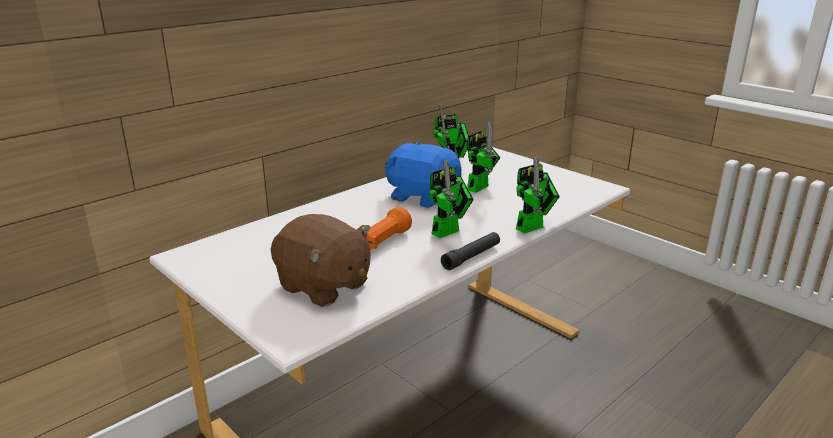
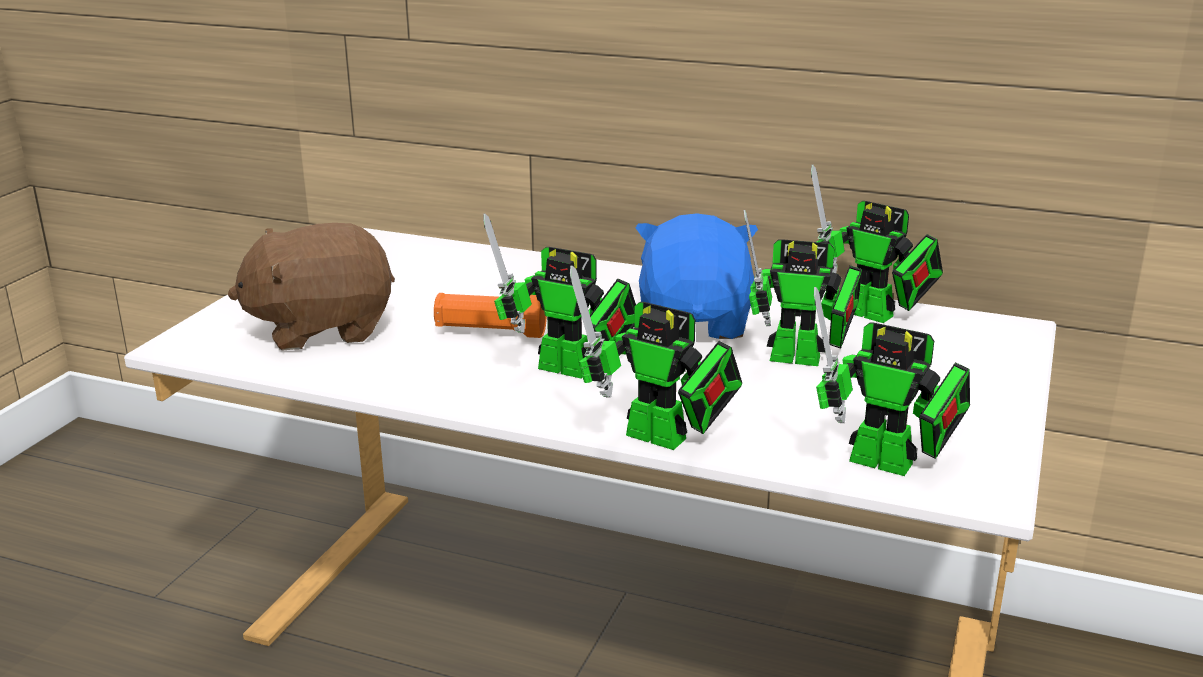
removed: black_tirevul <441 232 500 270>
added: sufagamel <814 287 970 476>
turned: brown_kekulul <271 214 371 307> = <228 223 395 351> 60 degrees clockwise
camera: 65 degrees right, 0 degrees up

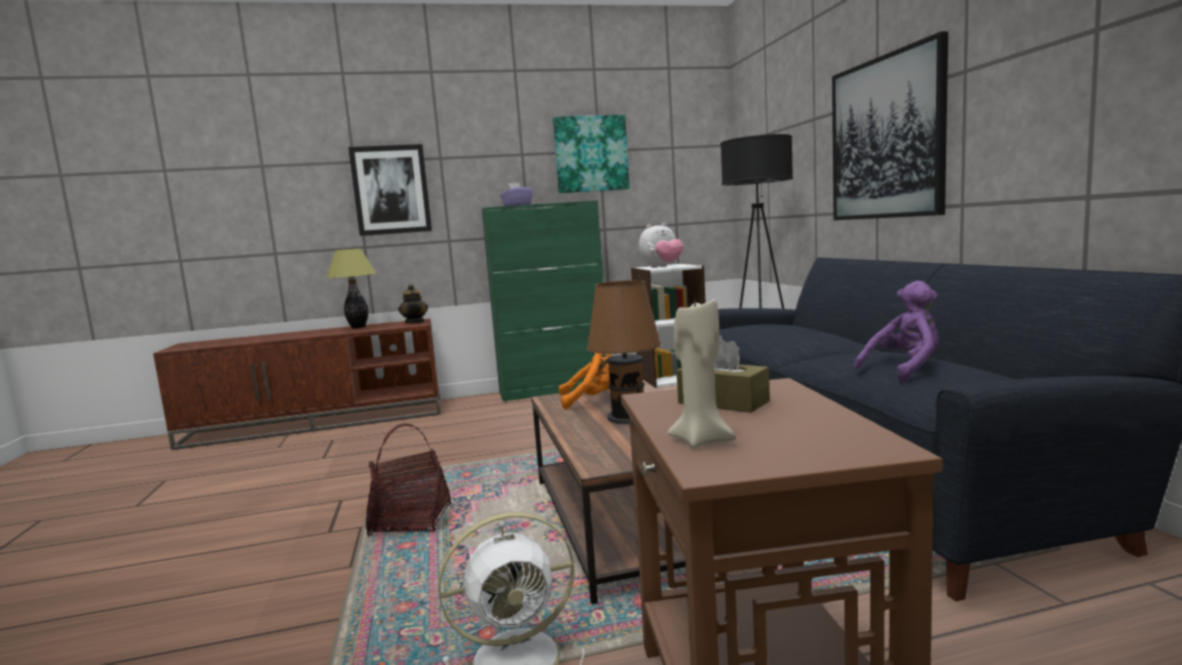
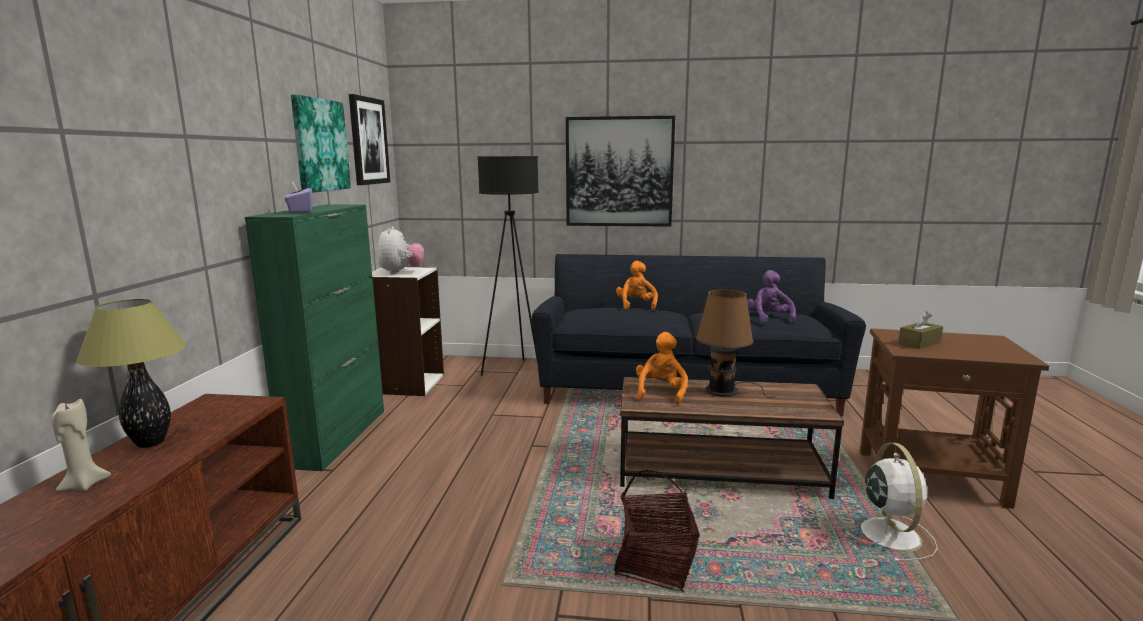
removed: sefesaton <398 284 428 323>
added: orange_kekulul <616 261 658 310>
moved: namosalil <348 144 432 236> to <349 94 390 185>; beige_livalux <667 296 736 448> to <51 399 111 491>
camera: 70 degrees left, 5 degrees up

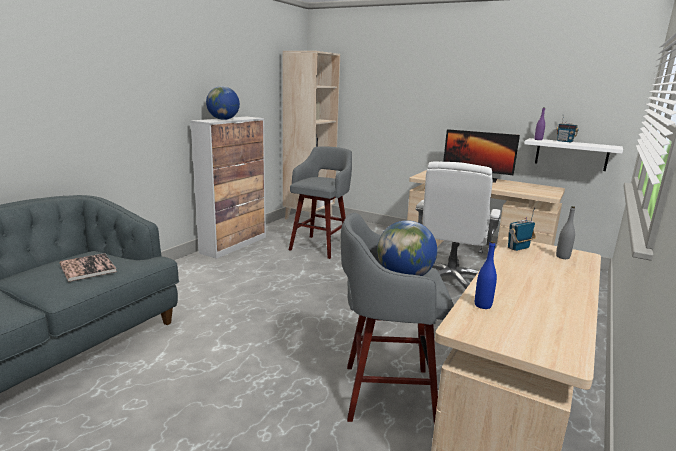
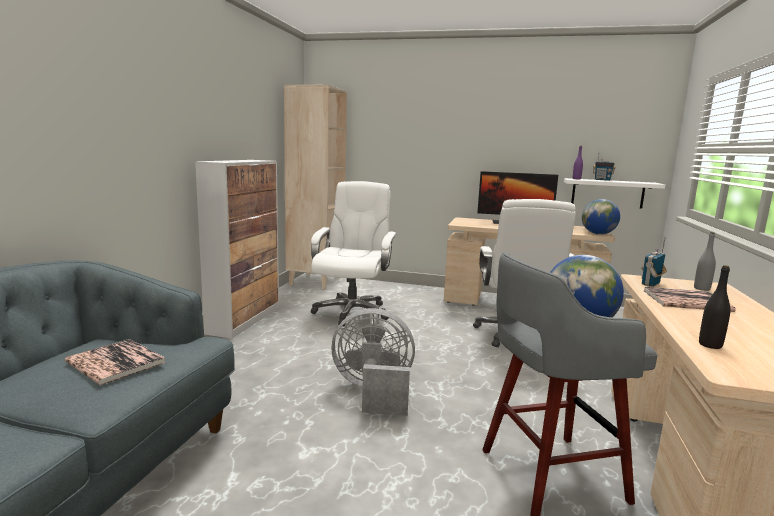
added: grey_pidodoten <331 308 415 416>; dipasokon <644 287 736 312>
moved: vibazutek <206 86 240 120> to <582 199 620 235>
replaced: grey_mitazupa <289 146 352 259> to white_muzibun <311 181 396 326>
recoloured: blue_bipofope <475 241 497 309> to black_bipofope <699 265 730 349>
camera: 15 degrees left, 5 degrees down

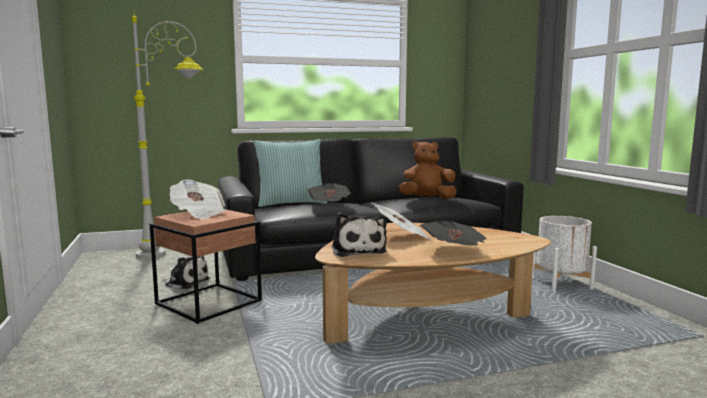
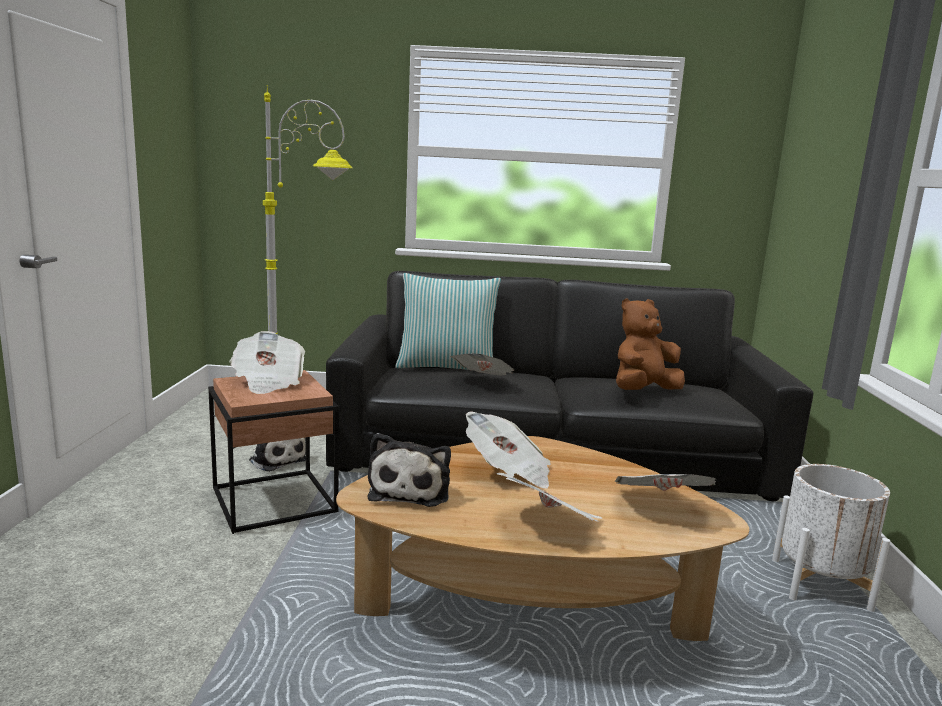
added: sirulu <615 474 716 491>
turned: brown_kekulul <399 141 457 199> = <616 298 685 390> 45 degrees counterclockwise
camera: 20 degrees right, 5 degrees up

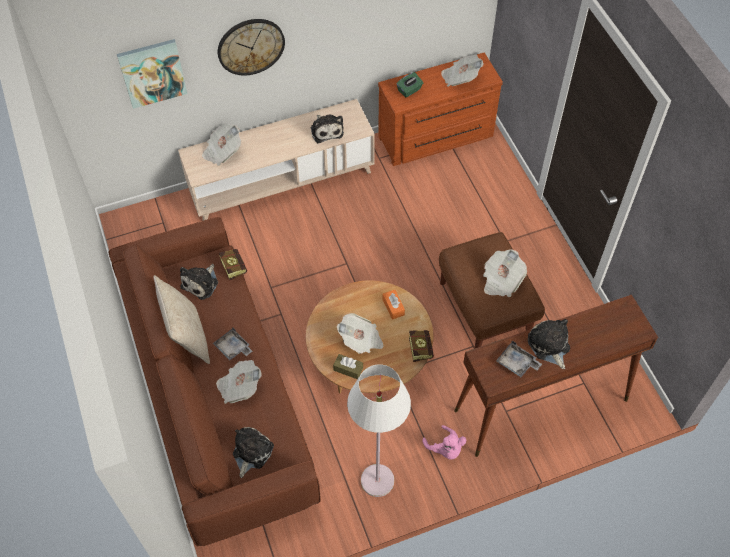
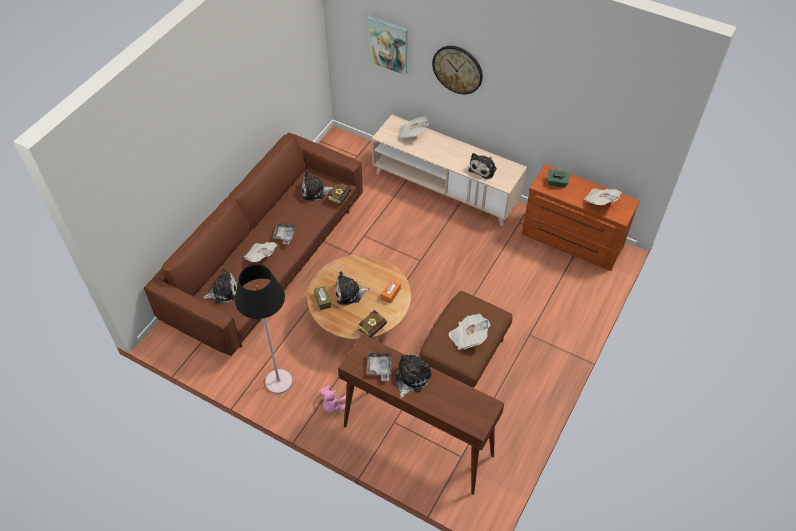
removed: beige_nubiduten <154 275 210 364>
replaced: sirulu <337 313 384 354> to kekulul <335 271 370 306>
recoloured: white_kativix <347 364 411 497> to black_kativix <235 264 292 394>
camera: 50 degrees right, 5 degrees down

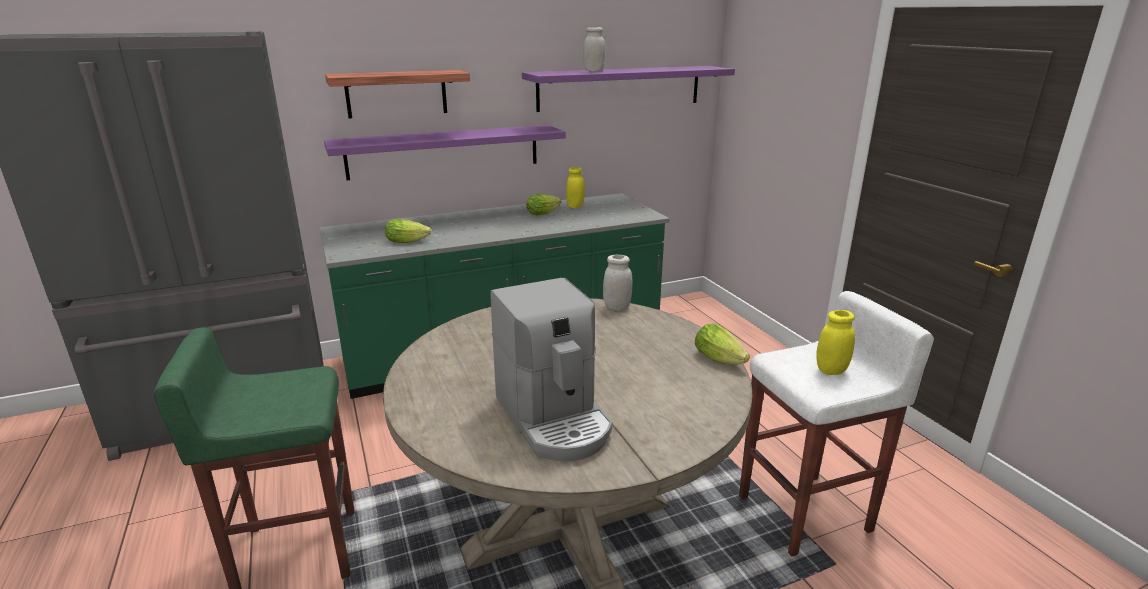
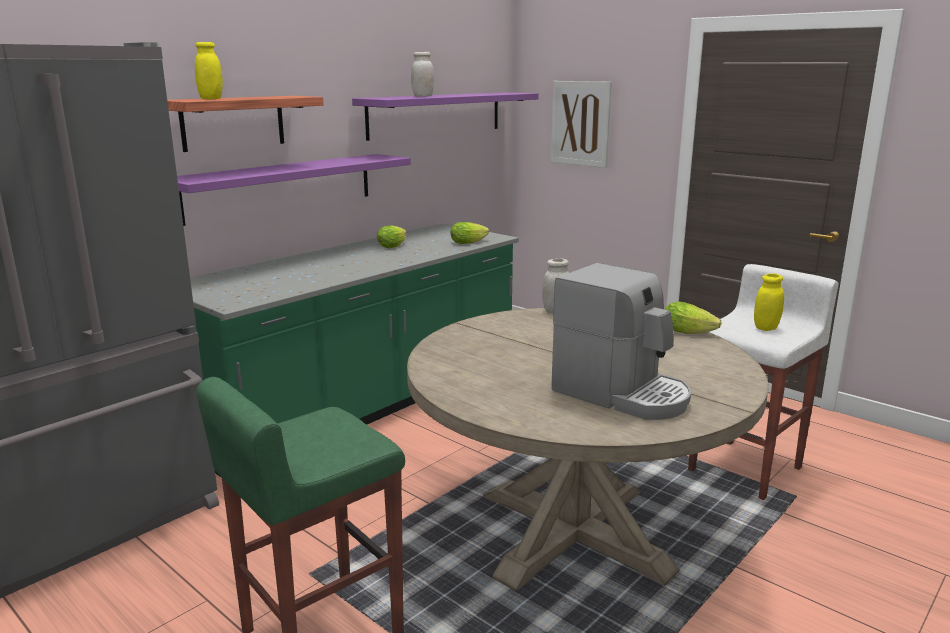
added: namosalil <551 81 612 168>
moved: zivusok <385 219 431 243> to <451 222 489 244>; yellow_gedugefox <566 167 585 208> to <195 42 223 100>
camera: 25 degrees left, 5 degrees down

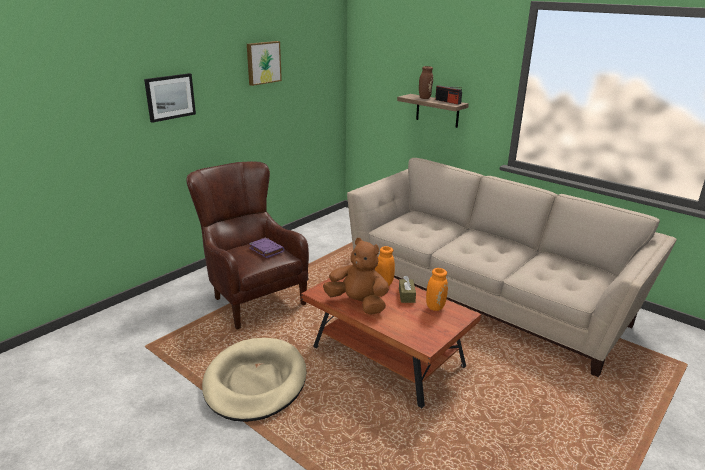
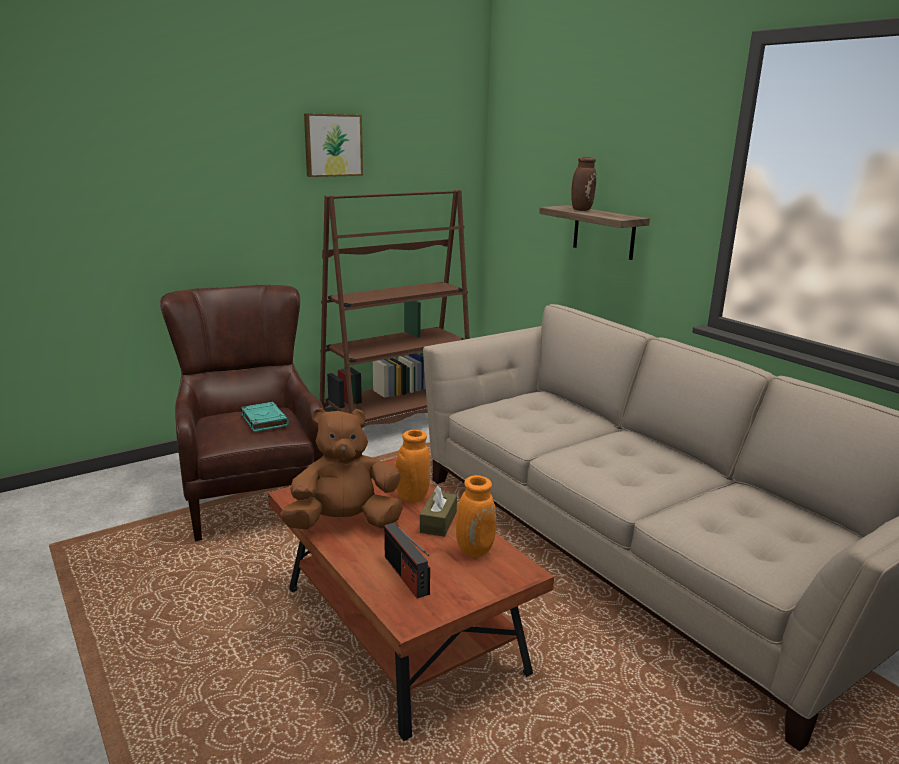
removed: namosalil <144 73 196 123>; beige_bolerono <202 338 306 422>
added: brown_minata <320 190 470 428>
moved: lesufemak <435 85 462 104> to <384 523 430 598>
recoloured: purple_dipasokon <249 237 284 258> to turquoise_dipasokon <241 402 289 432>
turned: brown_kekulul <323 238 389 315> = <281 408 403 530> 60 degrees counterclockwise
camera: 15 degrees right, 5 degrees down

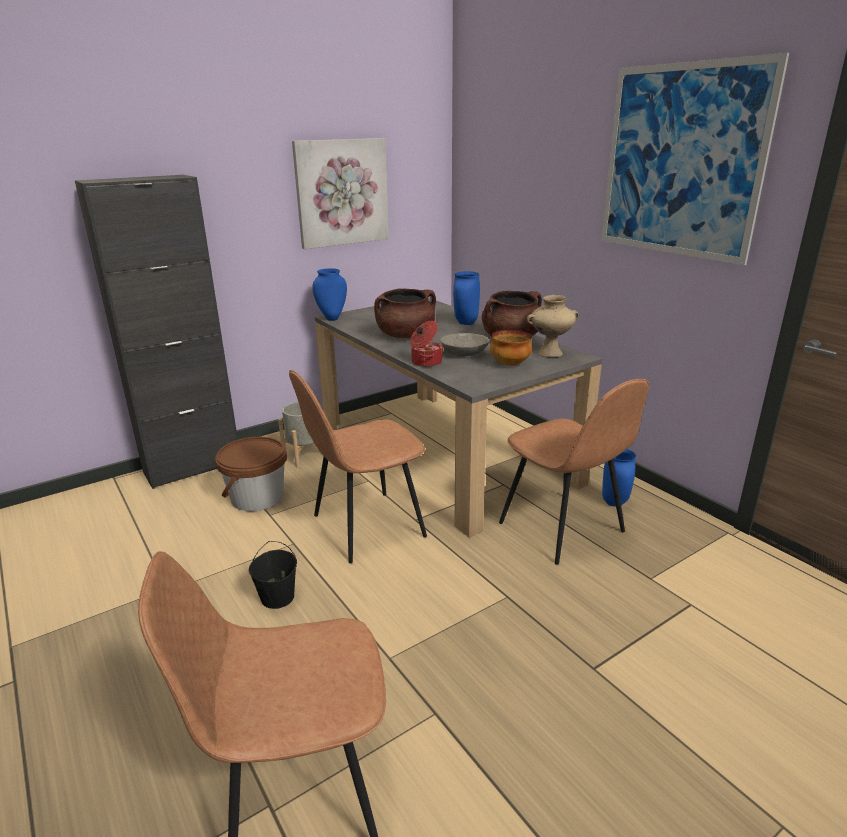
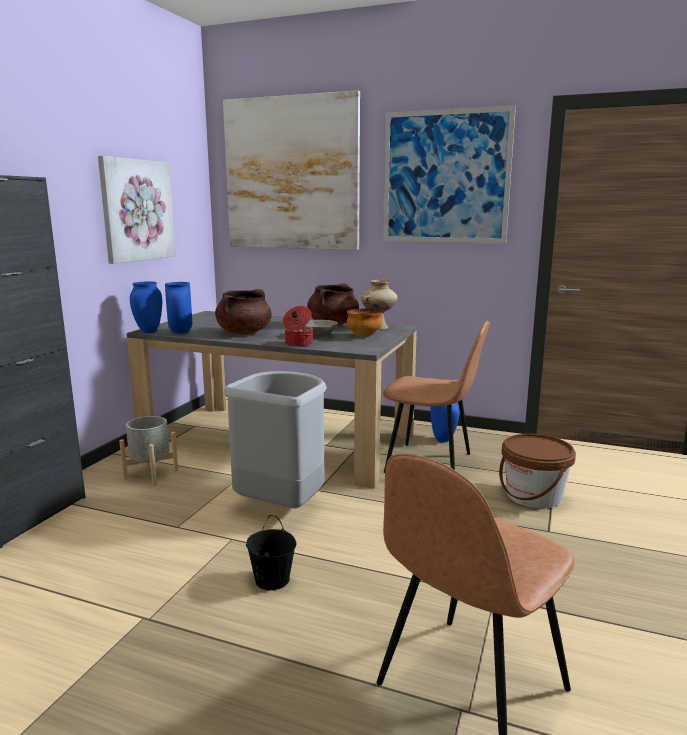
added: namosalil <223 90 360 250>
moved: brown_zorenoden <215 437 287 512> to <499 434 576 509>; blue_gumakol <453 271 480 325> to <165 282 192 334>
replaced: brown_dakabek <289 370 427 563> to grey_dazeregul <224 371 327 508>
camera: 35 degrees left, 10 degrees down

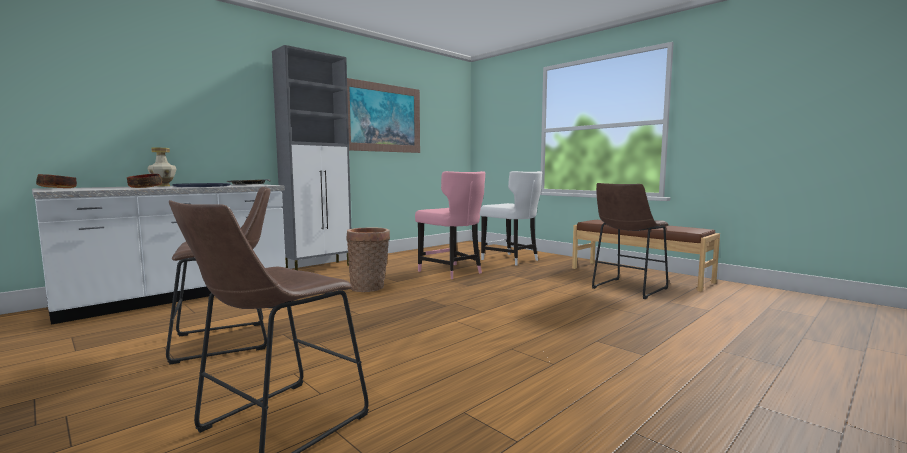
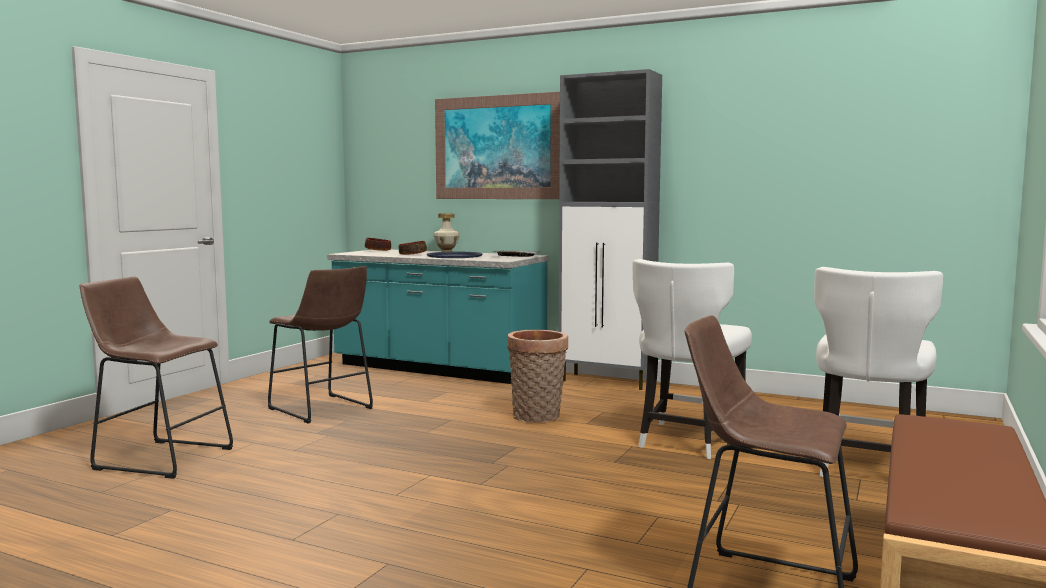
moved: namosalil <347 78 420 153> to <435 92 560 199>
recoloured: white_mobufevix <32 184 286 325> to turquoise_mobufevix <327 249 549 384>; pink_dakabek <415 171 485 279> to white_dakabek <633 259 752 459>
camera: 70 degrees right, 0 degrees up

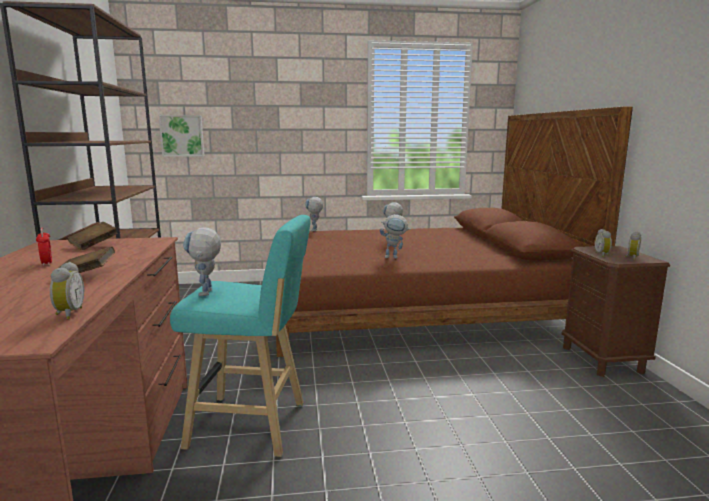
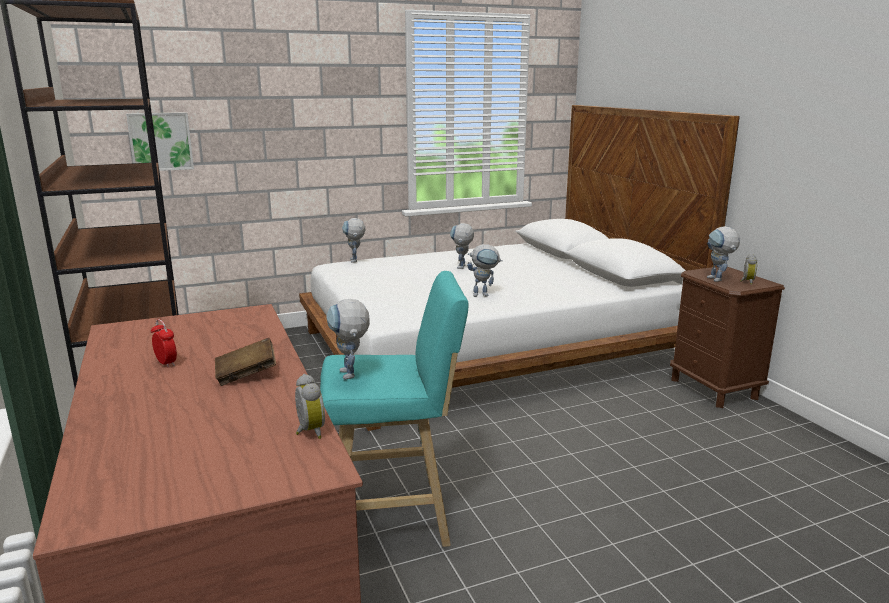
removed: brown_dipasokon <67 222 118 250>
replaced: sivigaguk <595 229 612 257> to sufagamel <707 226 740 282>
recoloured: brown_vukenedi <276 106 633 357> to white_vukenedi <299 105 740 431>
camera: 15 degrees left, 5 degrees up

